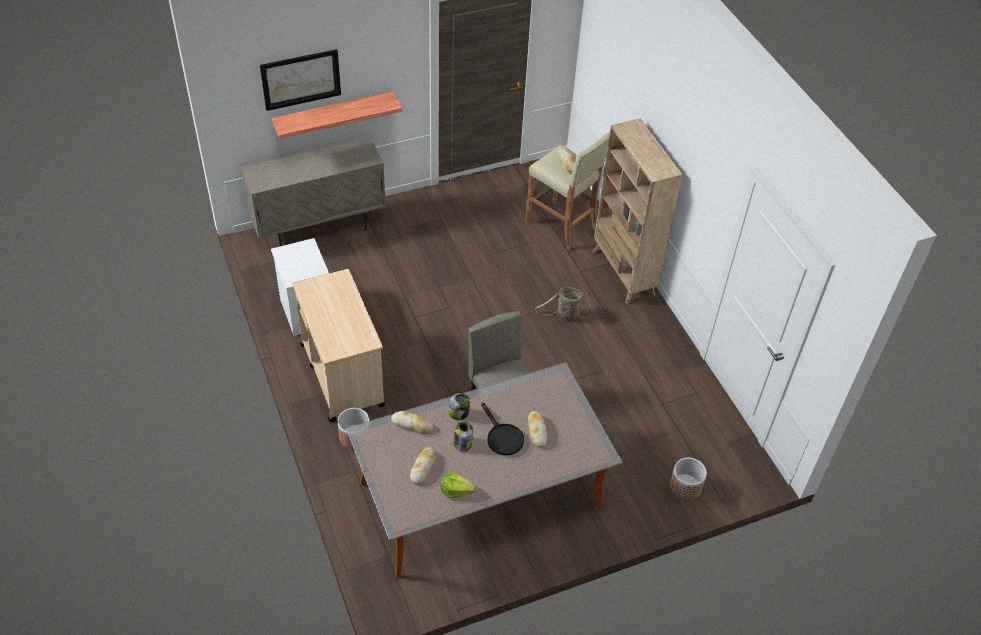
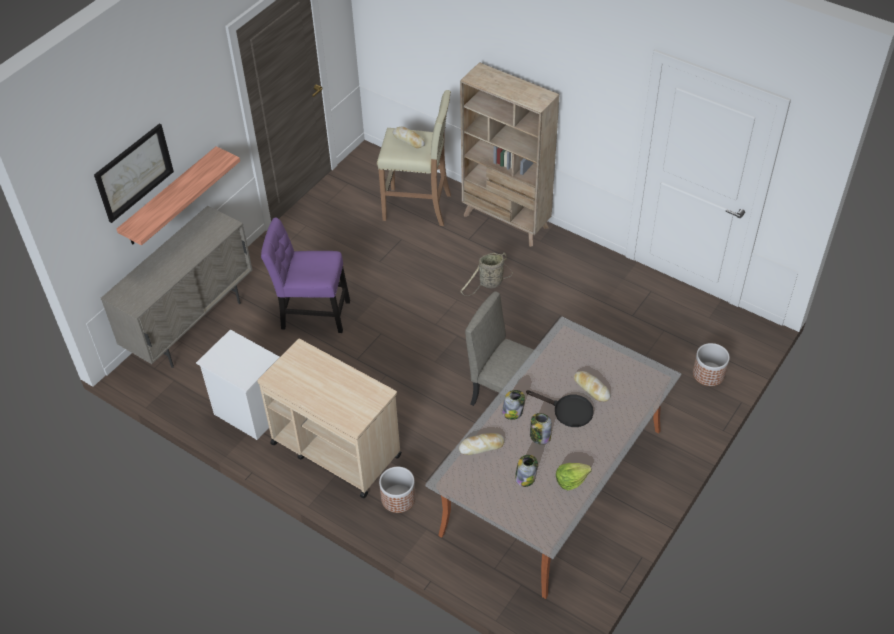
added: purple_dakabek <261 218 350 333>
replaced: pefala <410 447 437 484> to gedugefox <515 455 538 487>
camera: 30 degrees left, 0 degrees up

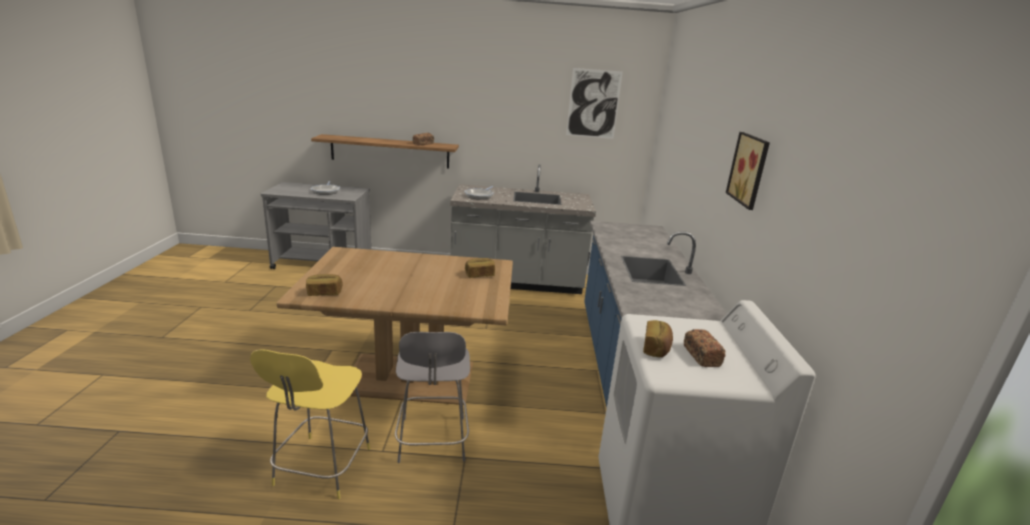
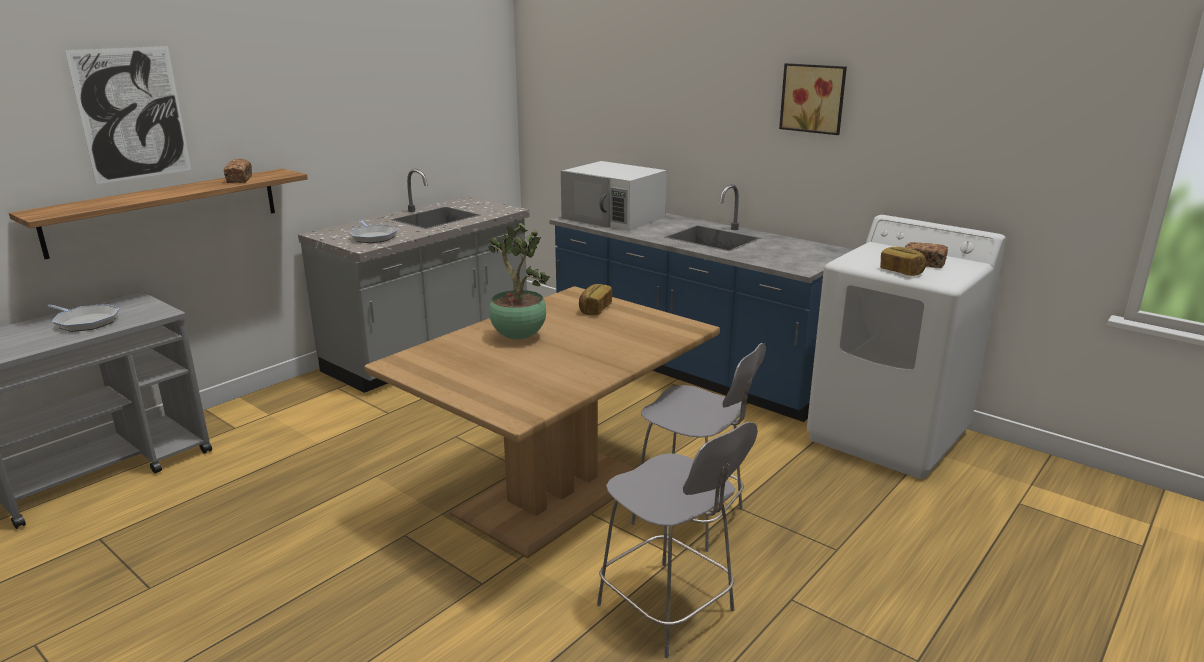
removed: pefala <306 274 342 296>
added: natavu <488 223 550 339>; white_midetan <561 161 667 231>
moved: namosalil <566 68 623 139> to <65 46 191 184>
recoloured: yellow_dakabek <250 349 370 499> to grey_dakabek <597 422 758 658>
camera: 50 degrees left, 0 degrees up

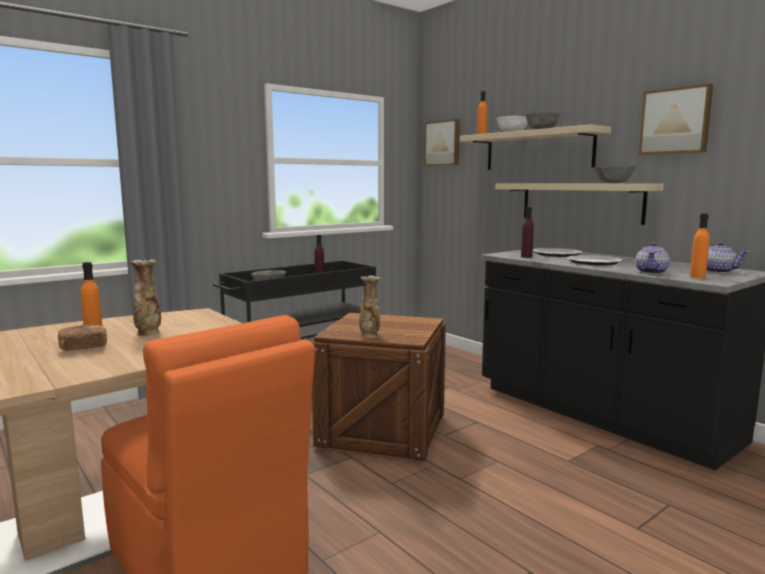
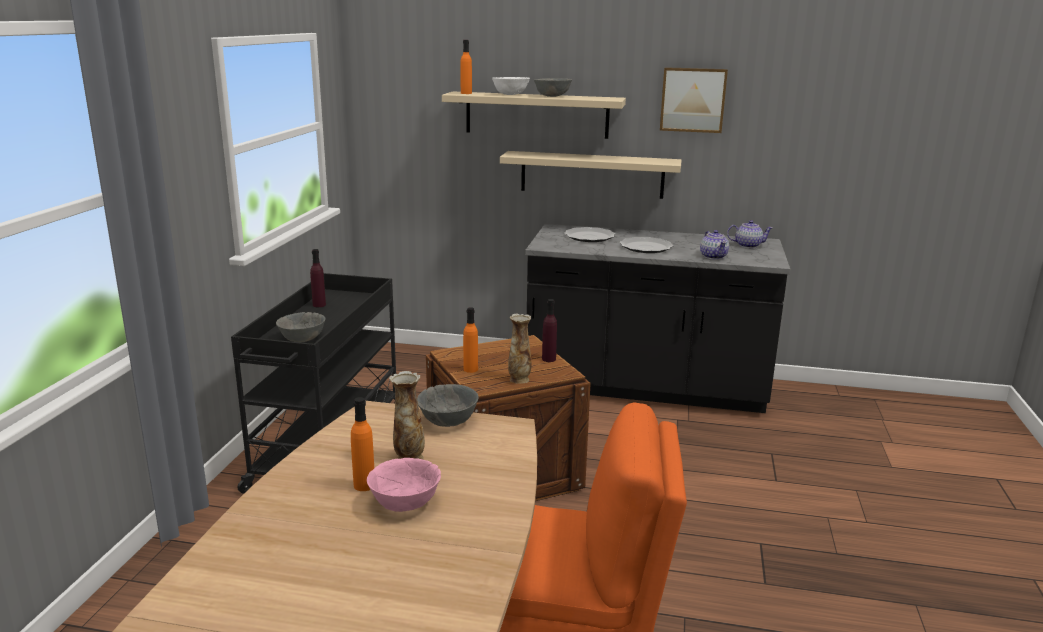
removed: namosalil <425 119 460 166>
moved: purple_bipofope <521 207 534 258> to <542 299 557 362>; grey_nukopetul <595 166 636 183> to <417 384 479 427>; orange_bipofope <690 213 710 278> to <463 307 478 373>
replaced: pefala <58 325 107 351> to pink_nukopetul <367 458 441 512>
camera: 40 degrees left, 10 degrees up

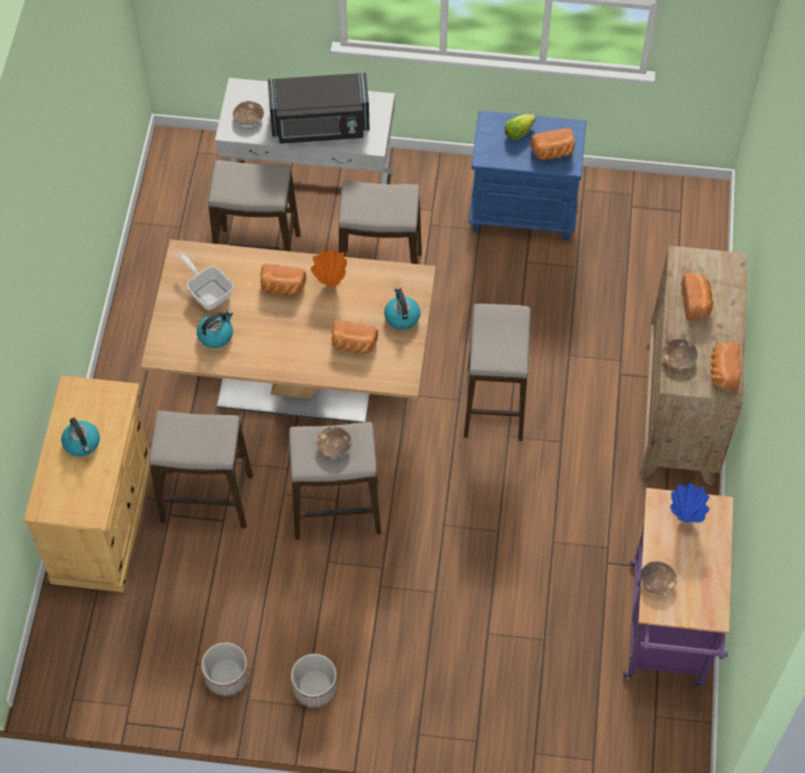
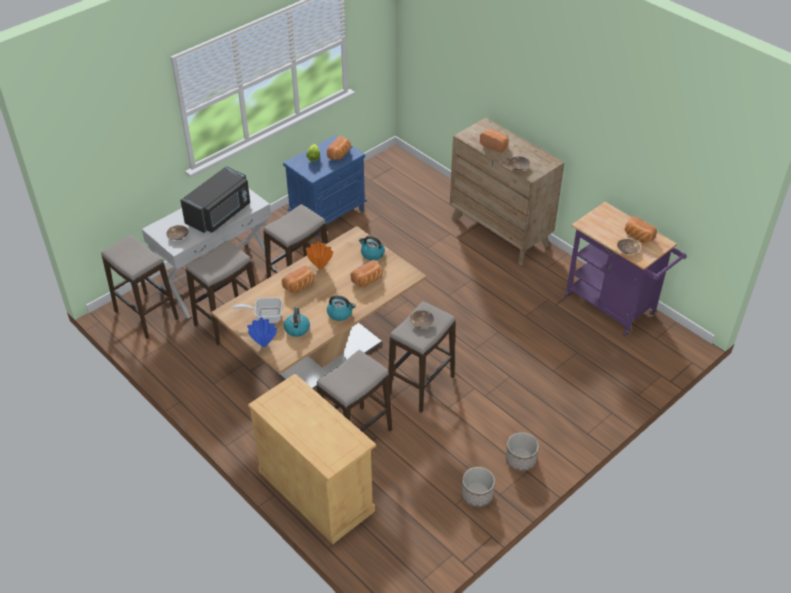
moved: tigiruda <61 418 100 457> to <327 295 356 321>; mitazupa <464 304 531 441> to <101 235 179 339>; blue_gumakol <671 483 709 522> to <247 317 277 347>; pefala <711 342 740 391> to <625 216 657 243>
camera: 50 degrees left, 15 degrees down

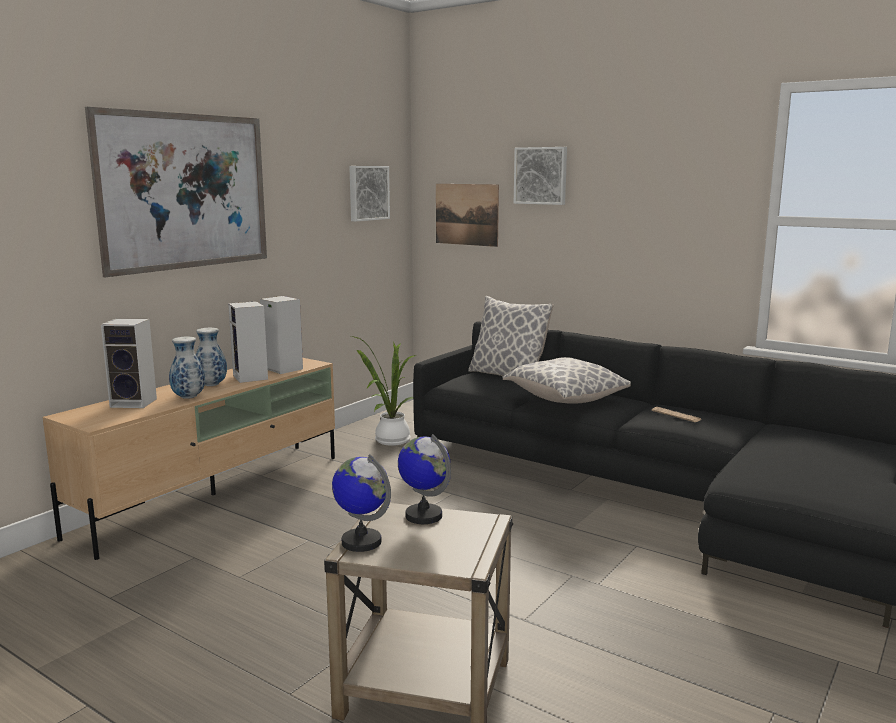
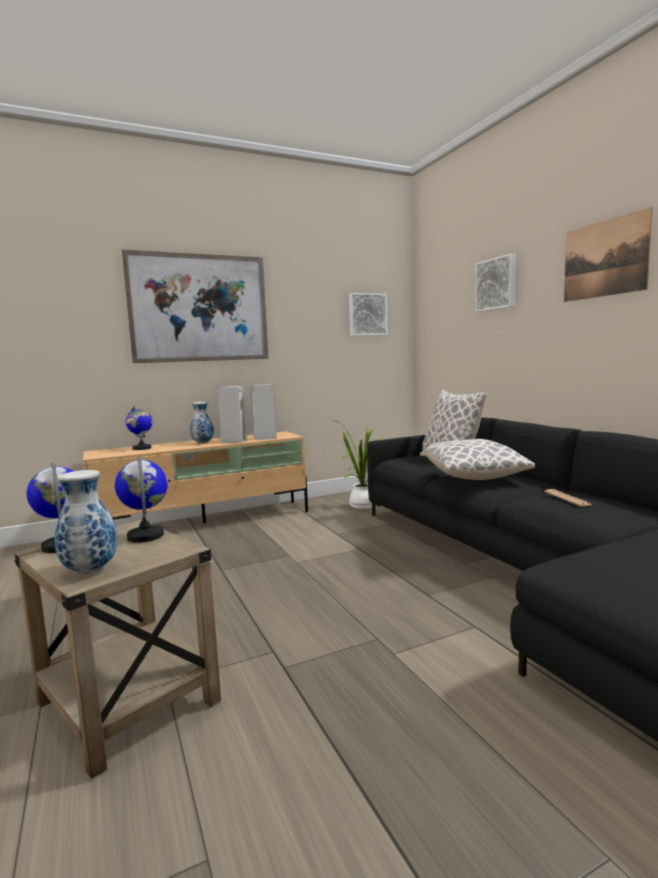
moved: gumakol <169 337 205 399> to <54 470 118 574>; namosalil <436 184 499 247> to <564 207 653 302>
replaced: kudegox <101 318 157 408> to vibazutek <126 406 152 450>
camera: 30 degrees right, 5 degrees down

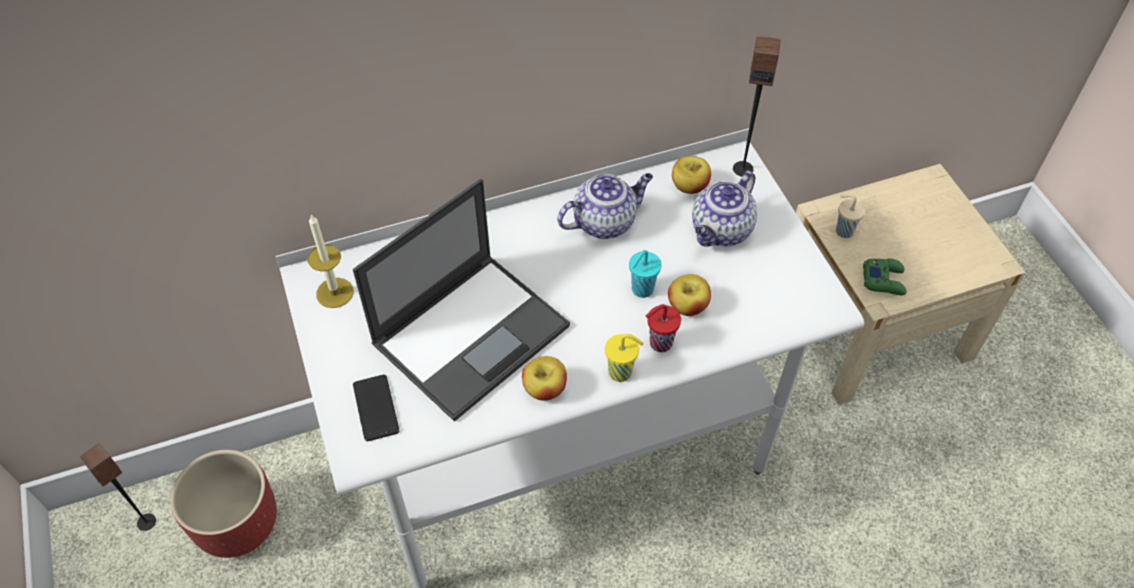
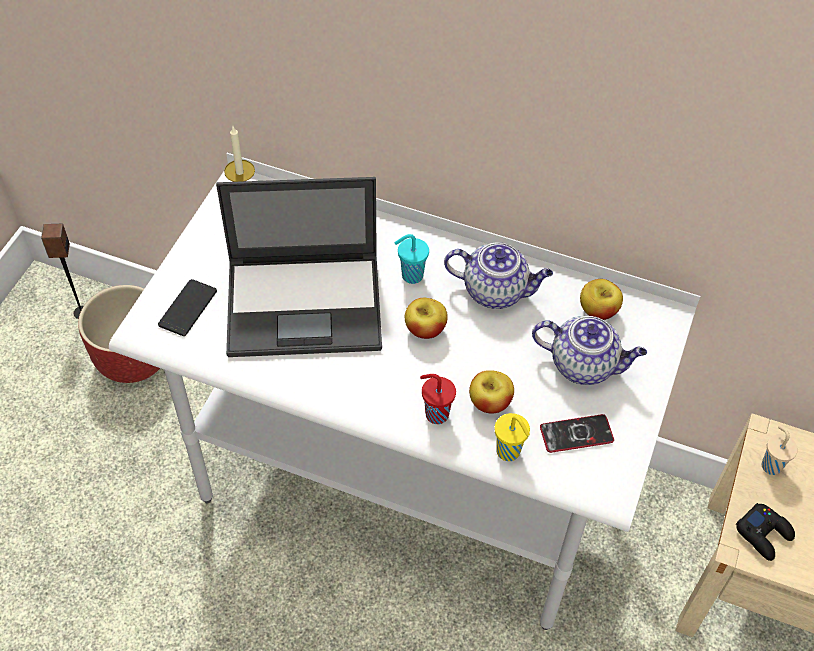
removed: kudegox <733 36 781 177>
added: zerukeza <540 414 614 453>
moved: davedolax <522 356 567 401> to <405 298 448 339>; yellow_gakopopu <605 334 644 382> to <495 413 530 461>; turquoise_gakopopu <629 250 662 298> to <395 234 429 284>
recoloured: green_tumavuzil <863 258 906 295> to black_tumavuzil <736 503 795 561>
turned: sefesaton <692 171 757 247> = <532 316 647 385> 150 degrees counterclockwise
camera: 40 degrees right, 0 degrees up

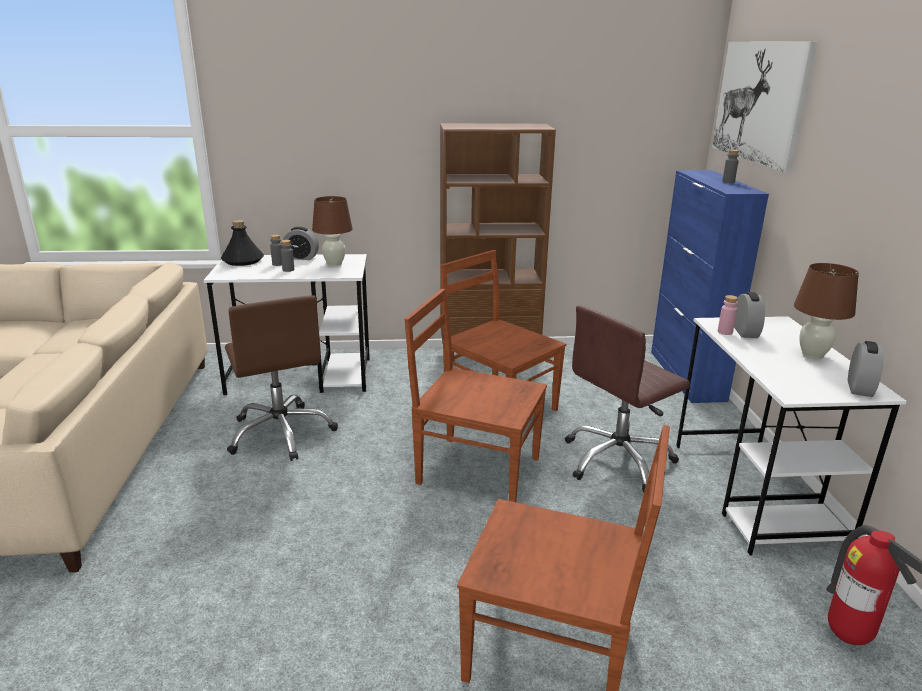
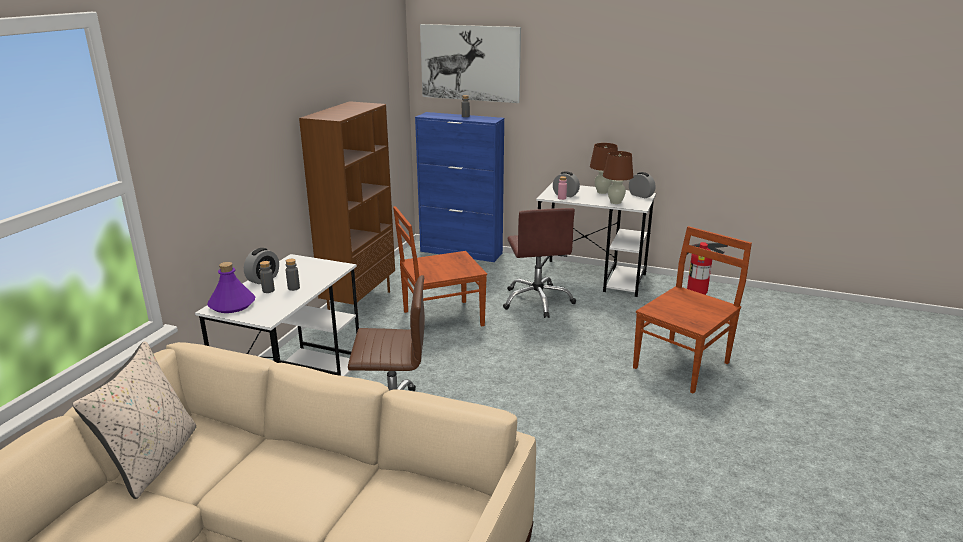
removed: brown_dakabek <404 289 547 502>
added: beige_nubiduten <72 342 196 499>
moved: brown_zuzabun <312 196 353 266> to <603 151 633 204>
recoloured: black_bipofope <221 220 264 266> to purple_bipofope <207 262 255 313>
camera: 65 degrees left, 0 degrees up

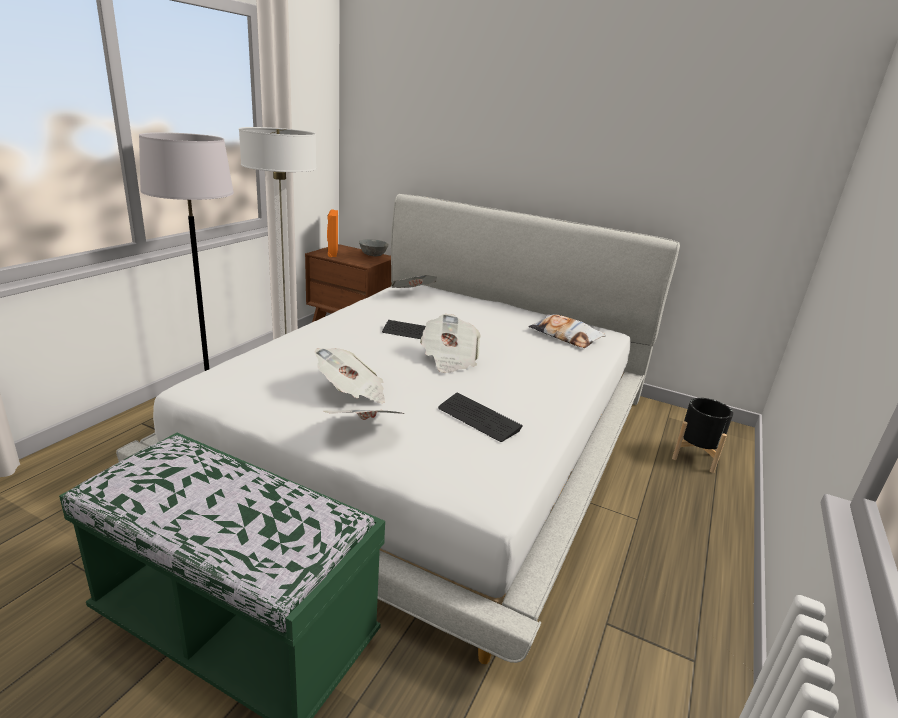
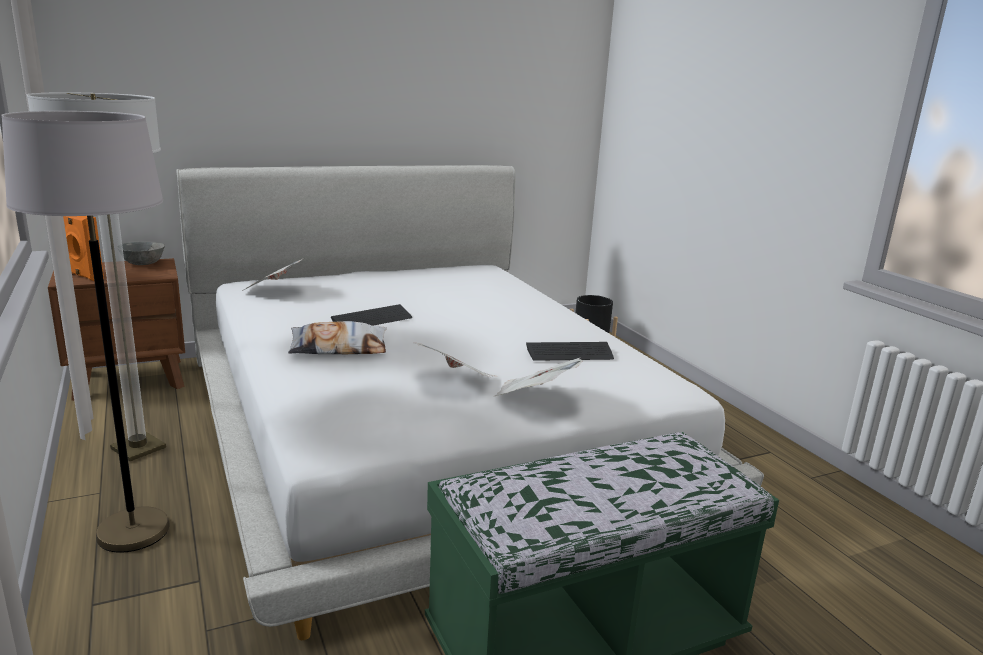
removed: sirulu <420 314 481 373>
moved: nubiduten <528 314 606 348> to <288 321 387 354>
camera: 50 degrees left, 5 degrees down

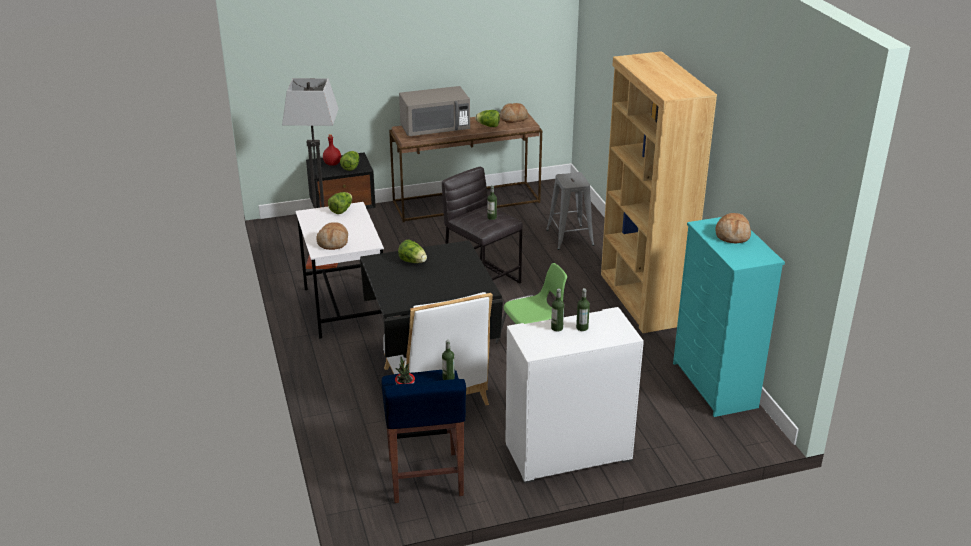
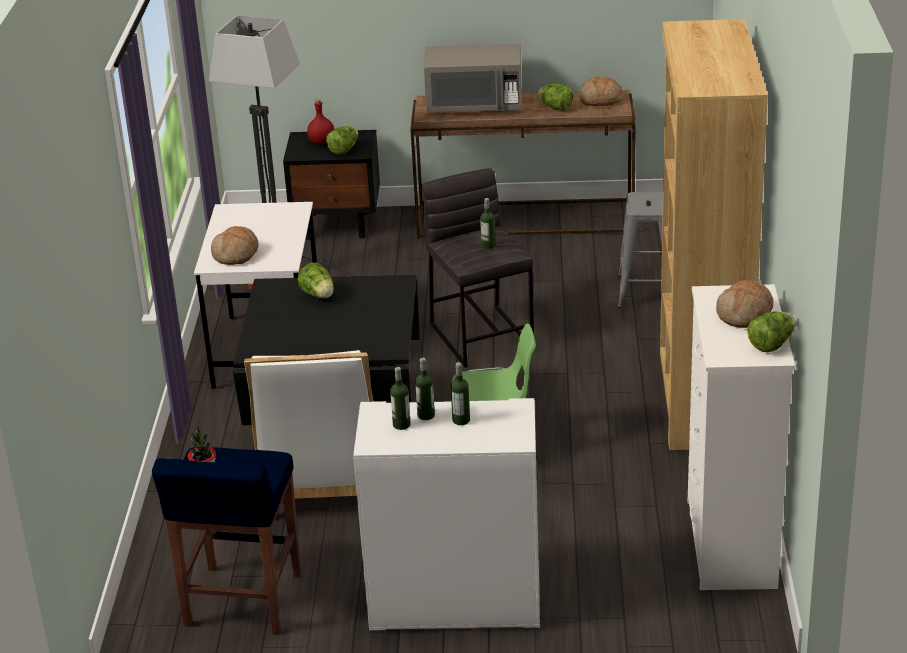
moved: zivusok <328 192 352 214> to <747 311 795 352>; bipofope <442 340 455 380> to <390 367 411 430>
recoloured: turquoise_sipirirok <673 217 785 417> to white_sipirirok <687 284 795 590>
camera: 20 degrees right, 0 degrees up

